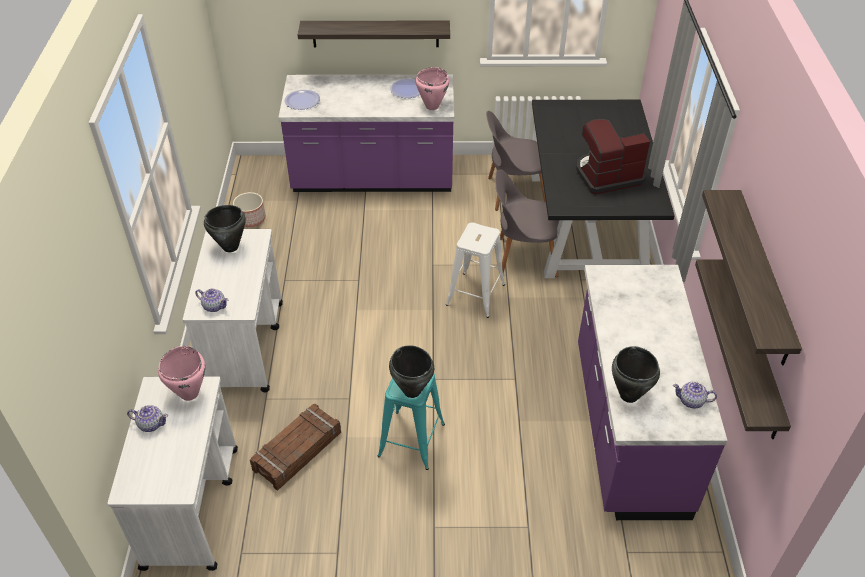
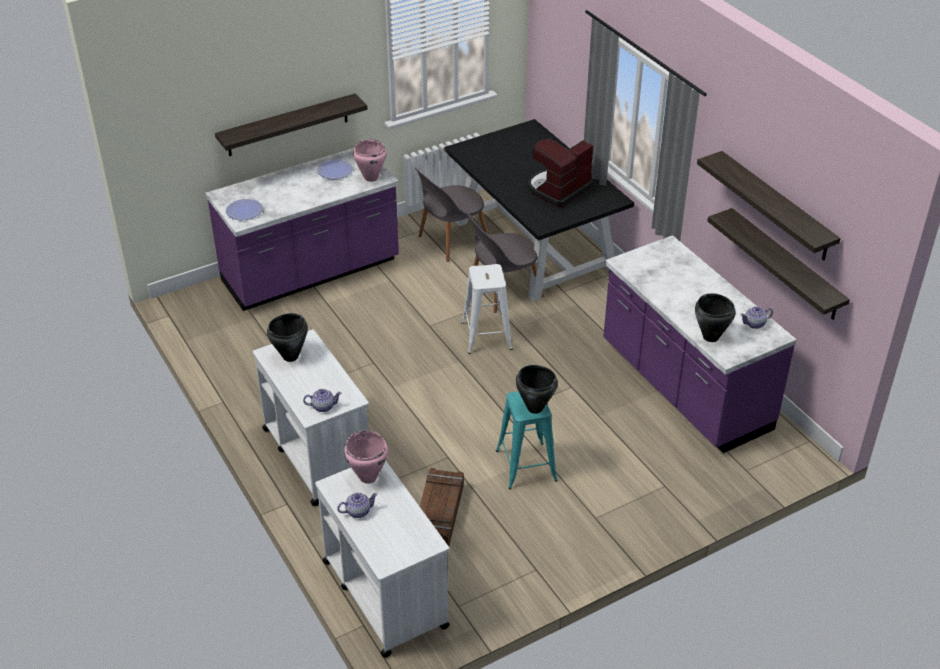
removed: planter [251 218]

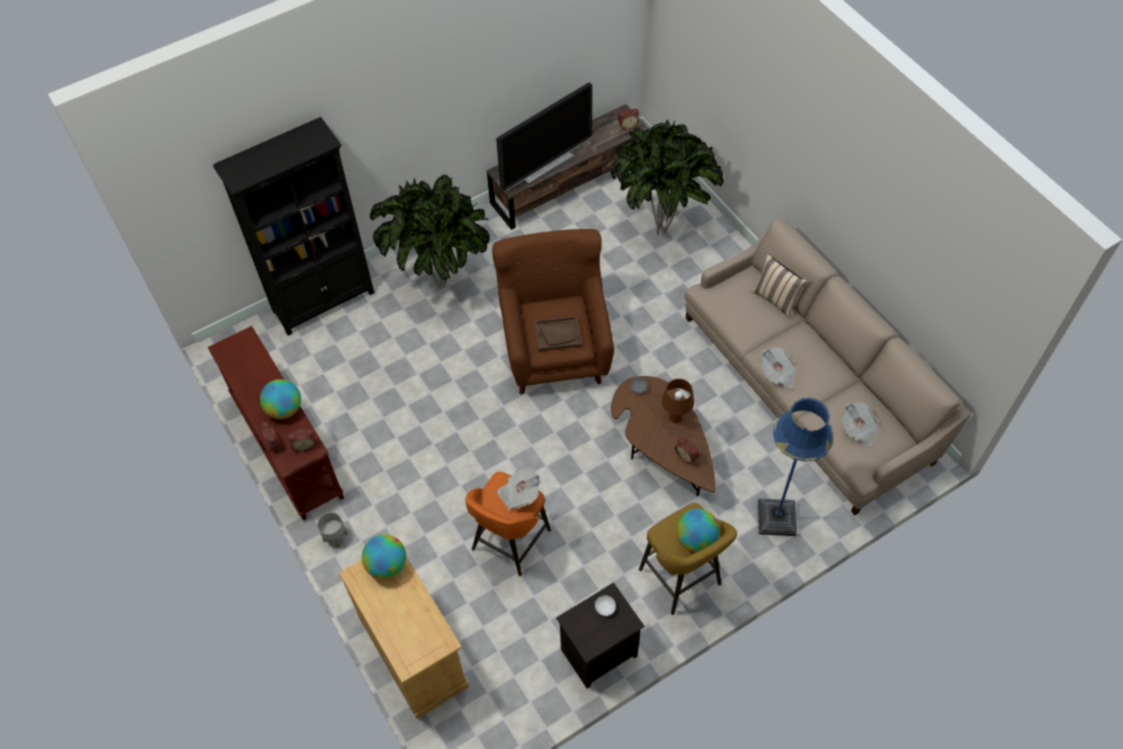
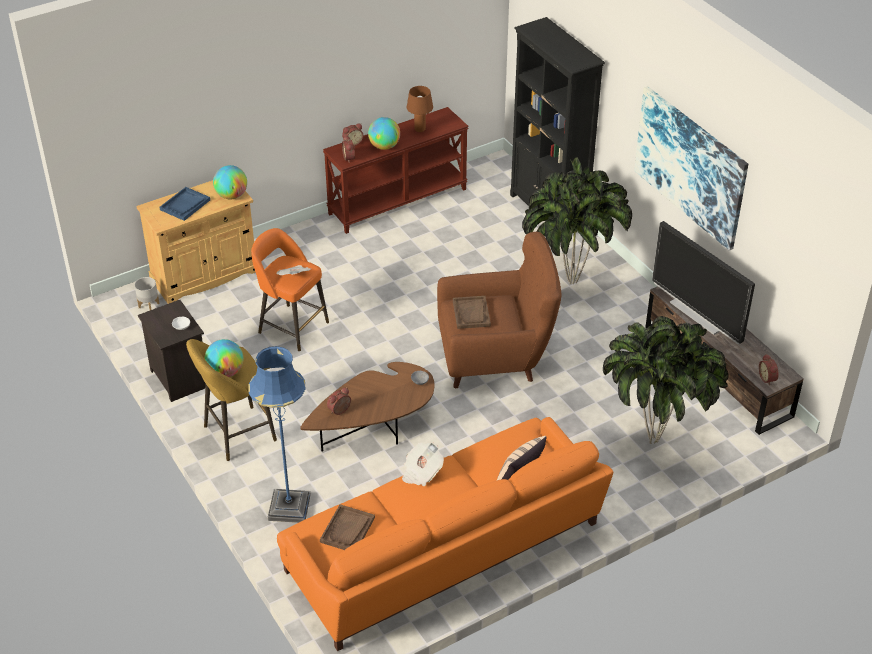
added: blue tray [185 205]; picture [690 166]
moved: grey planter [335 537] to [149 305]; brown table lamp [675 417] to [420 129]
replaced: newspaper [858 429] to brown tray [347 530]
recoloured: beige sofa [809 386] to orange sofa [445 550]

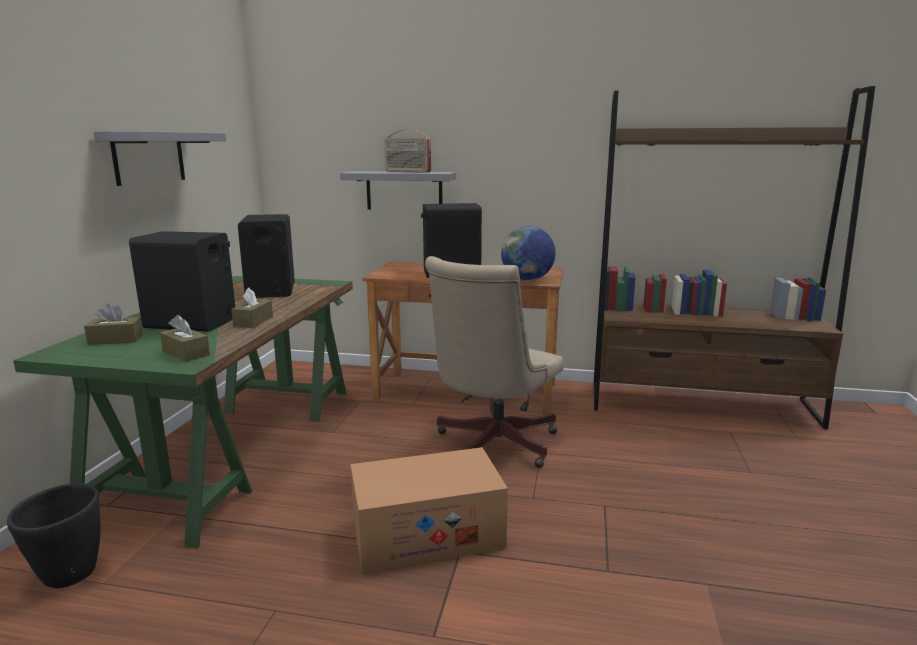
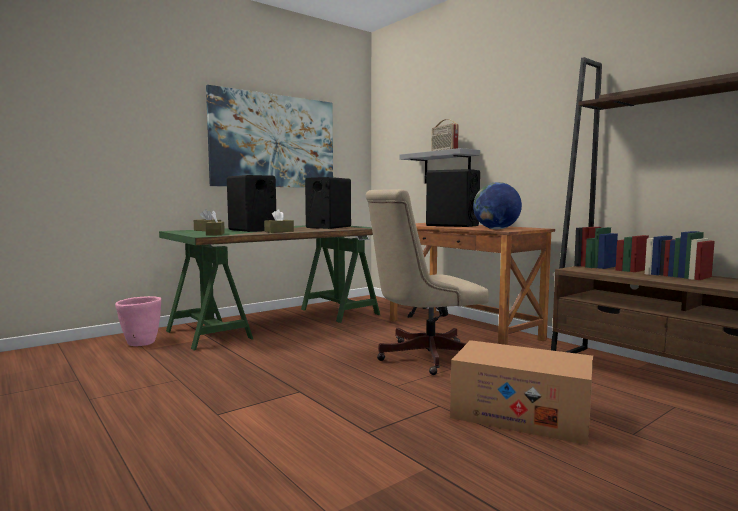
moved: cardboard box [427 534] to [520 415]
replaced: grey shelf [149 157] to picture [274 141]
recoloured: black planter [69 575] to pink planter [140 343]

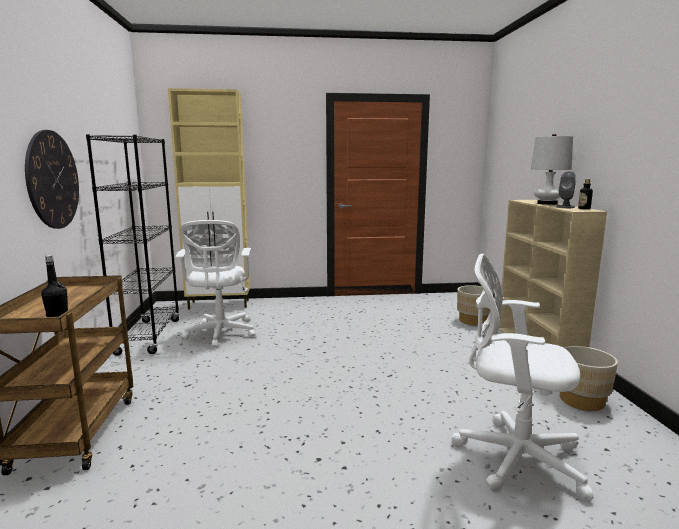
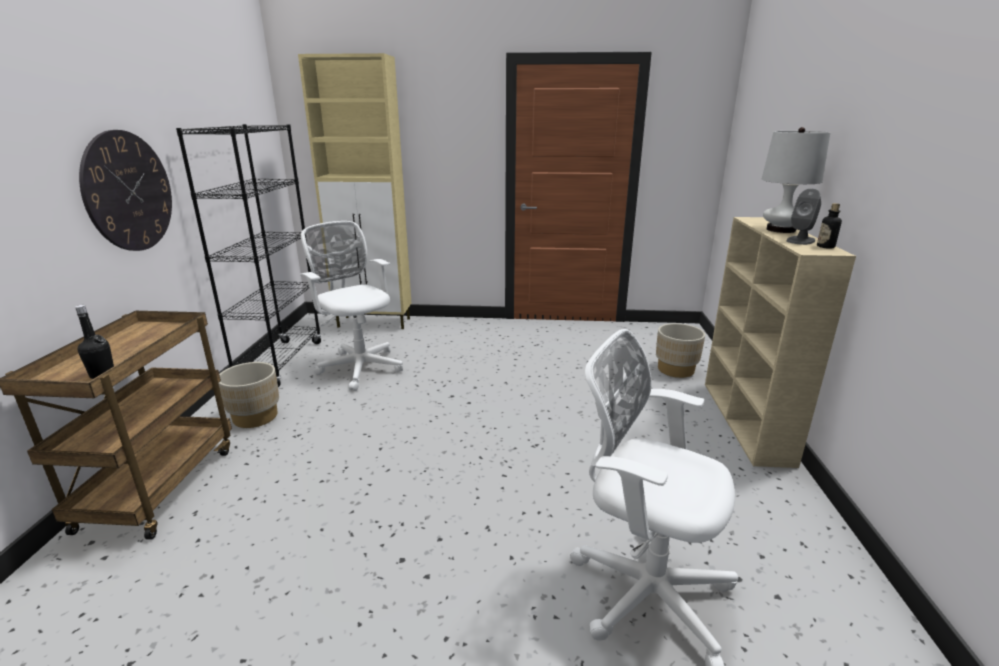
moved: beige planter [581 400] to [255 417]
turned: white office chair [220 334] = [359 366] 135 degrees clockwise

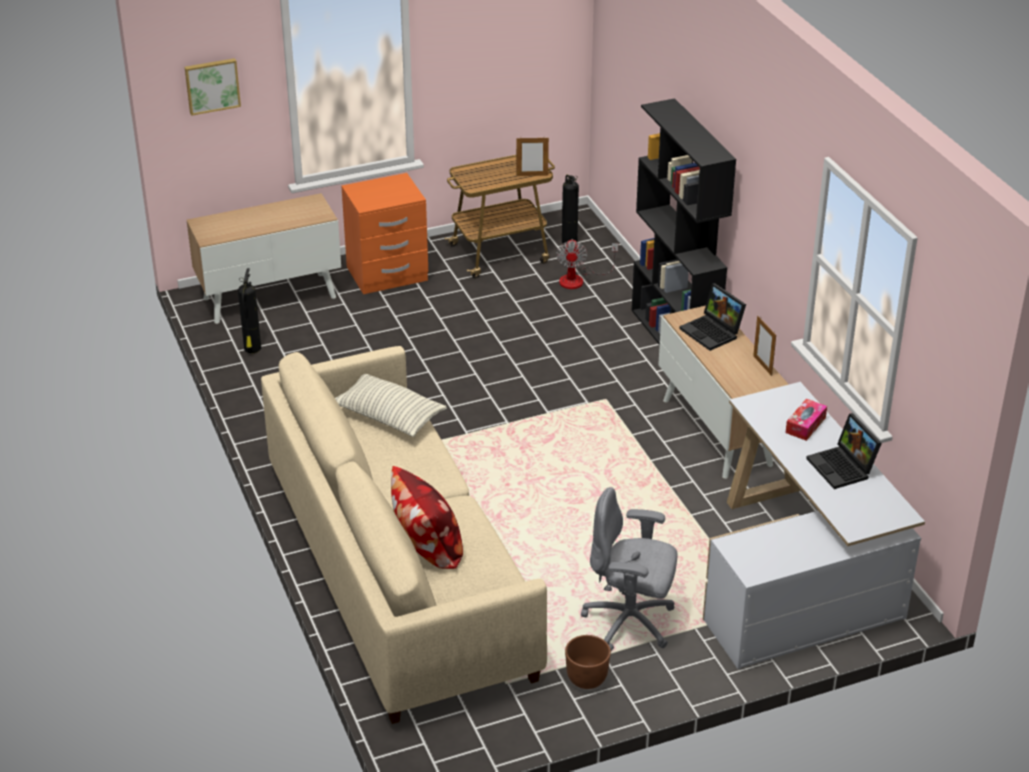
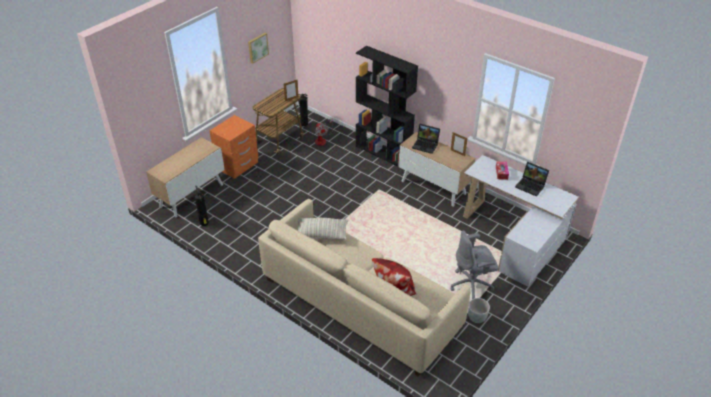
moved: picture [212 85] to [257 47]
recoloured: brown planter [587 679] to grey planter [477 317]

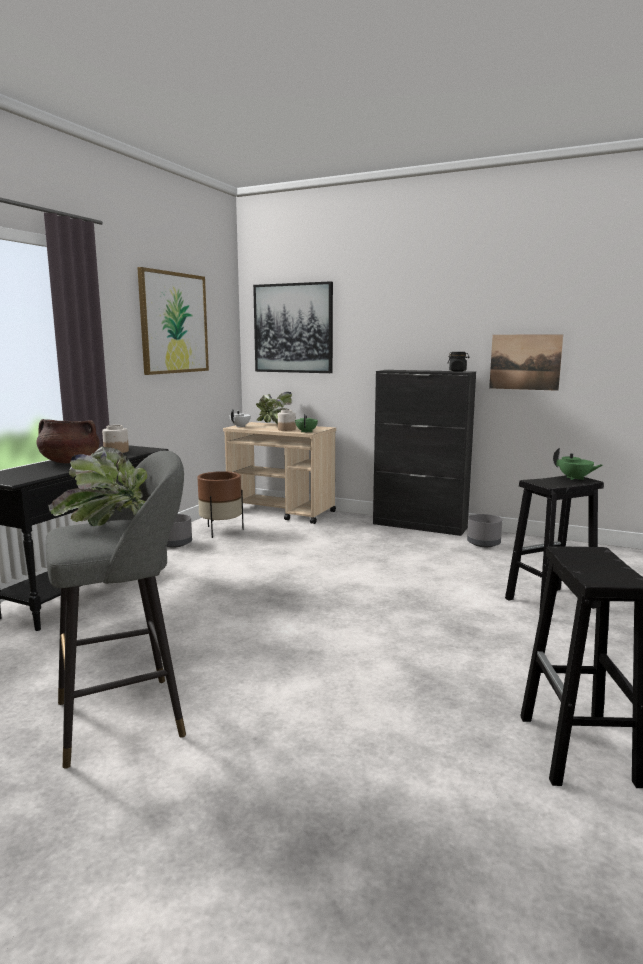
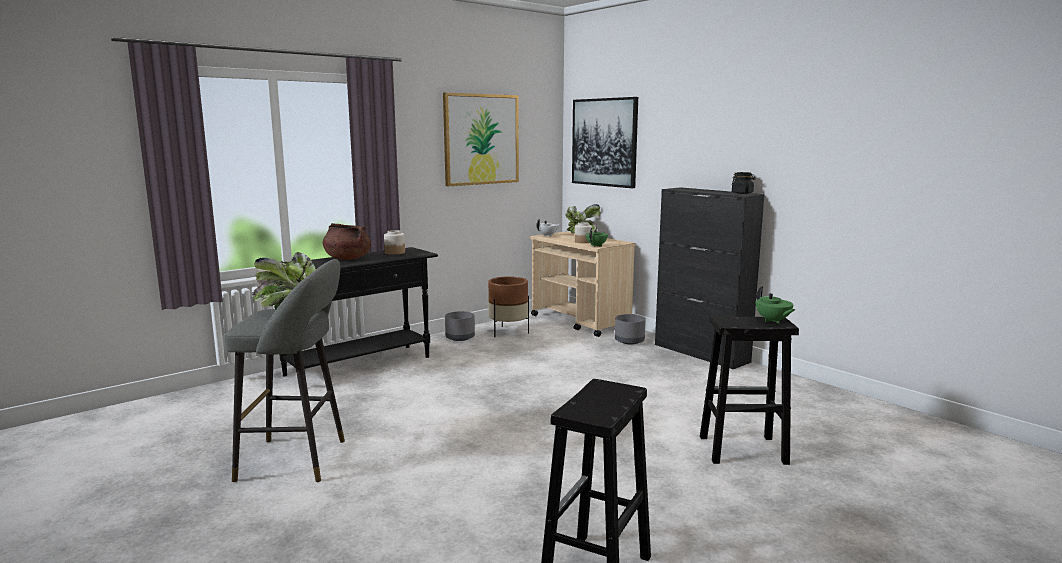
removed: picture [525 362]
moved: grey planter [484 544] to [630 341]

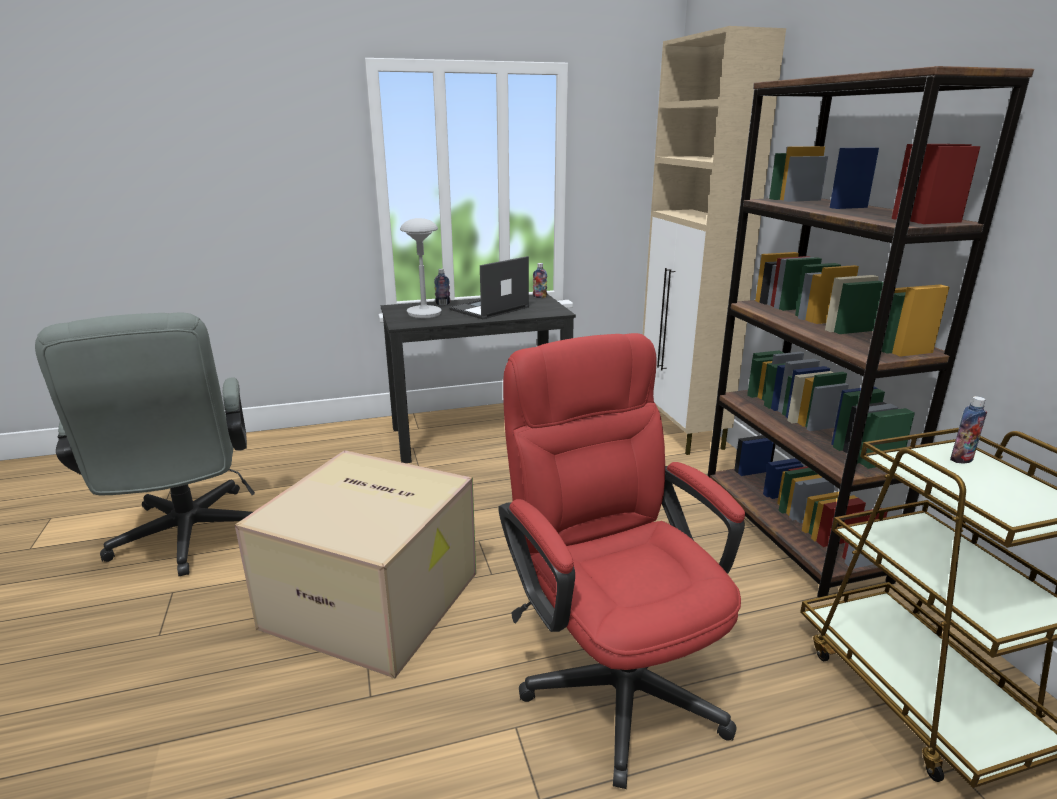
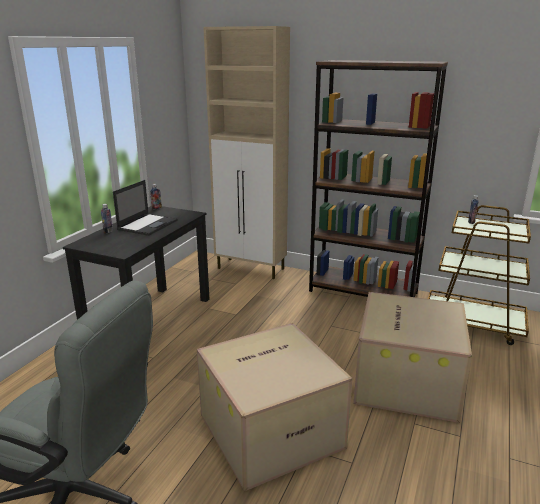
removed: grey table lamp [424 313]
replaced: red office chair [612 672] to cardboard box [405 380]
turned: laptop [489 308] = [148 225] 150 degrees counterclockwise

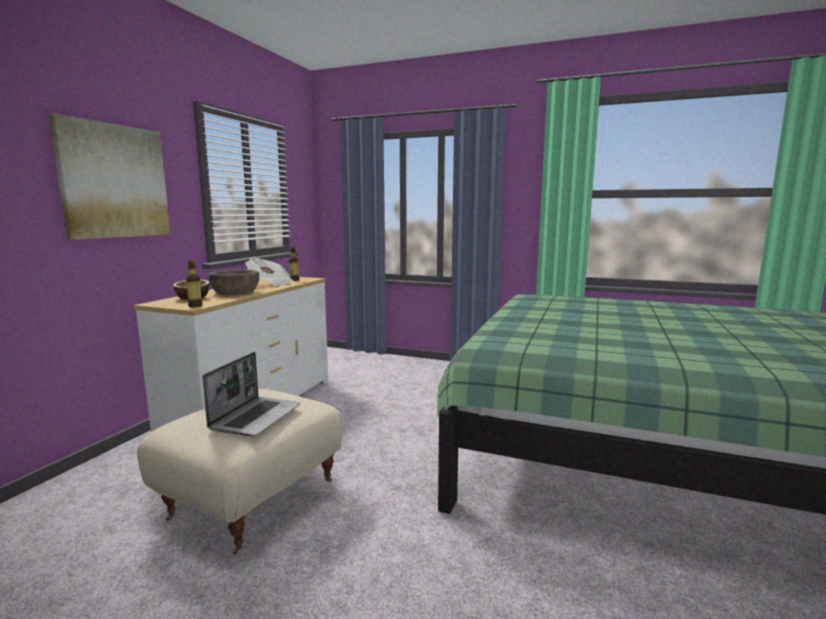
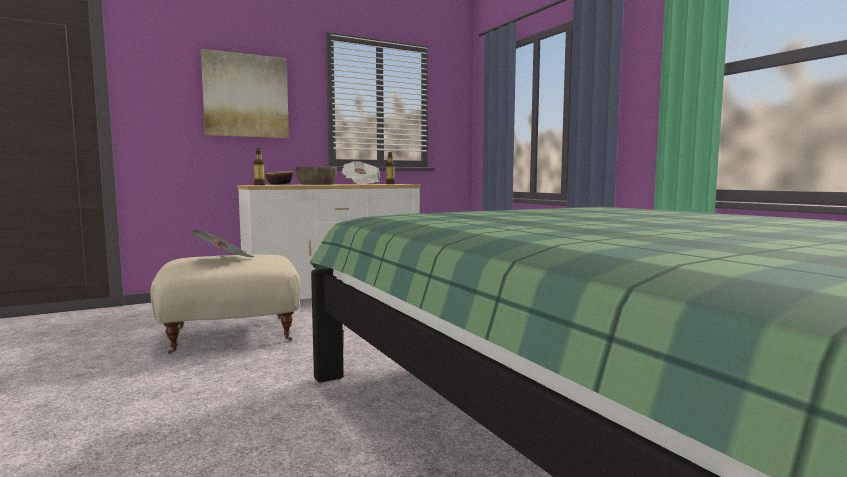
replaced: laptop [256 417] to newspaper [223 260]

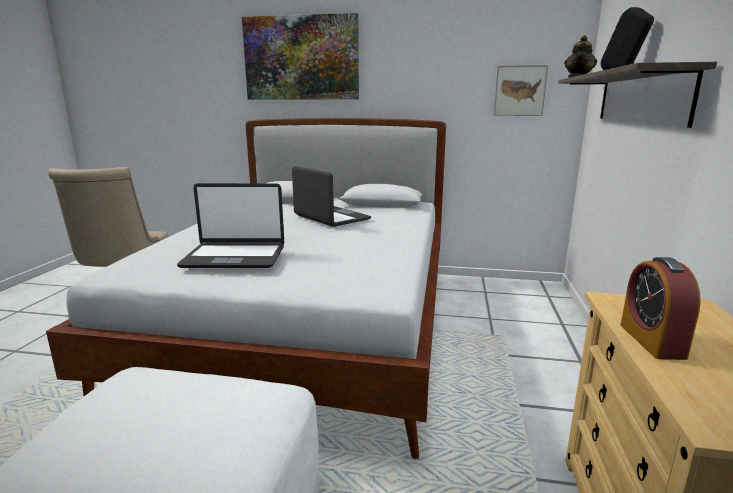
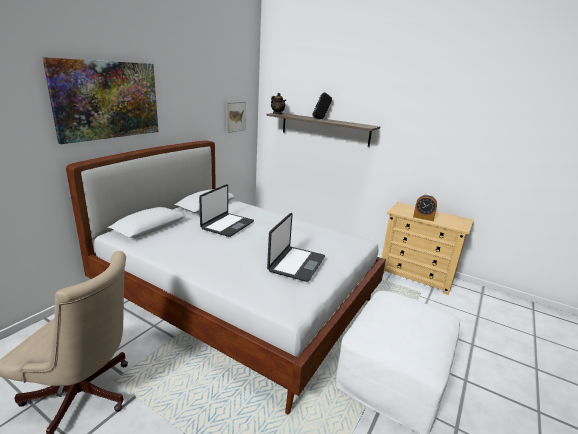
turned: laptop [331 217] = [227 225] 135 degrees clockwise

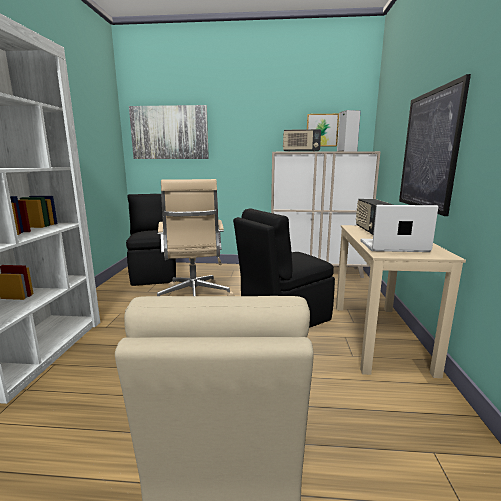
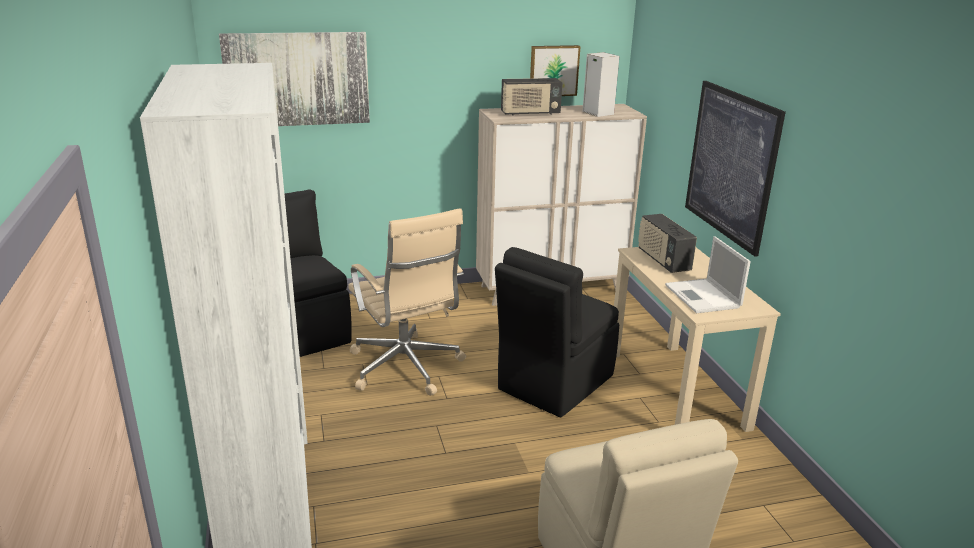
turned: laptop [392 246] = [703 297] 90 degrees counterclockwise

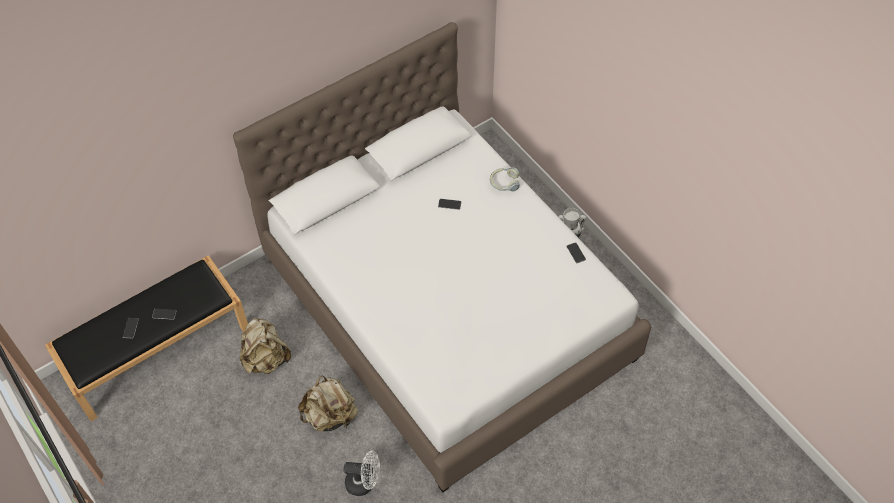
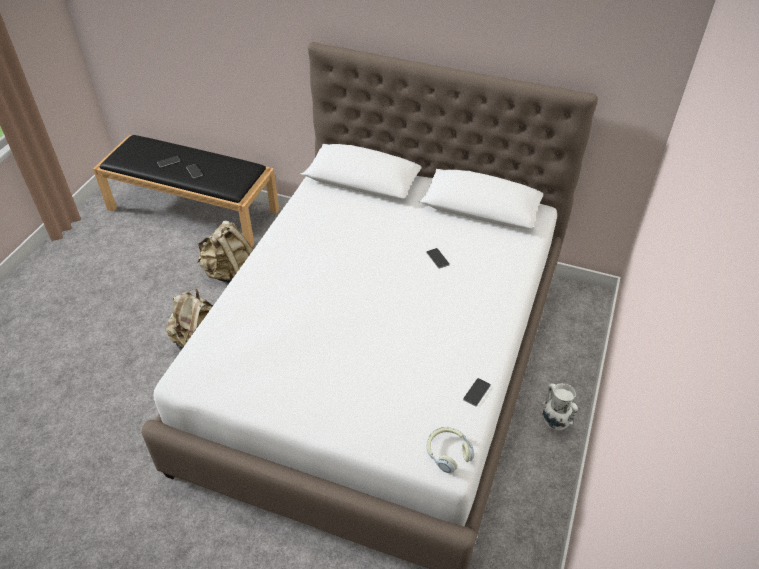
removed: white fan [364 483]
moved: headphones [504 183] to [448 452]

